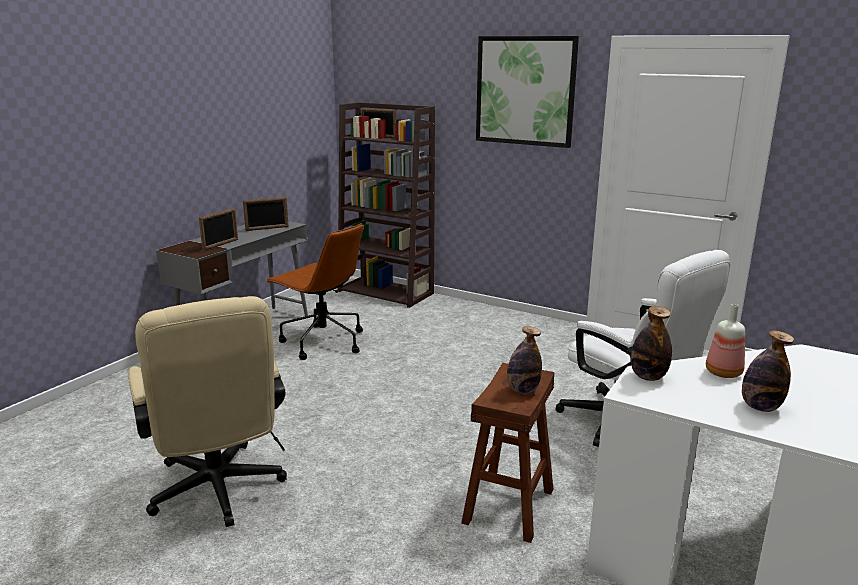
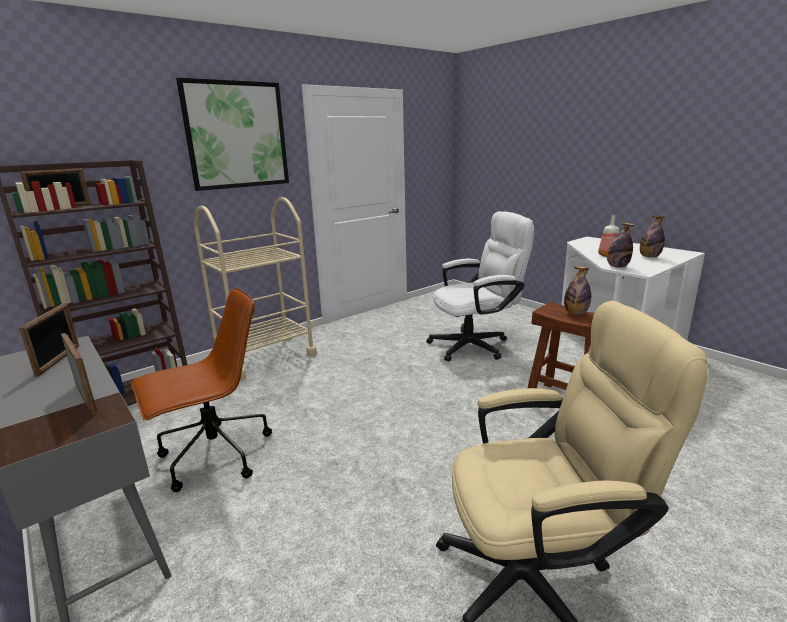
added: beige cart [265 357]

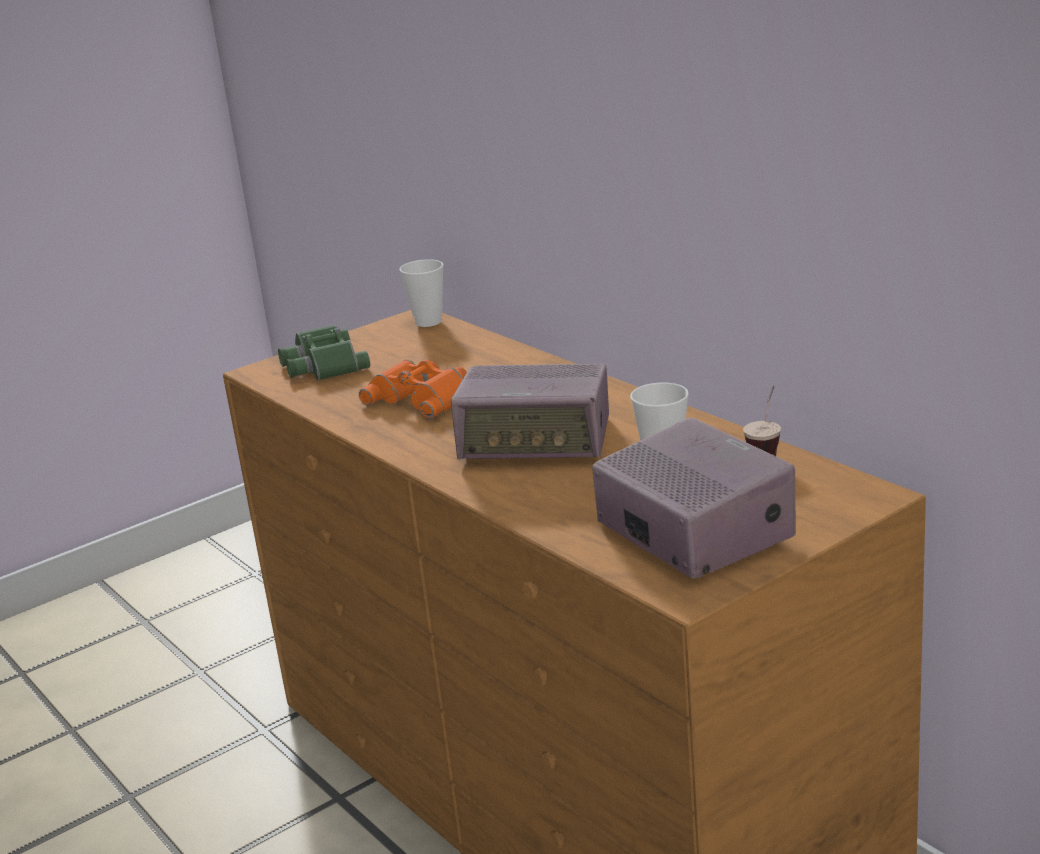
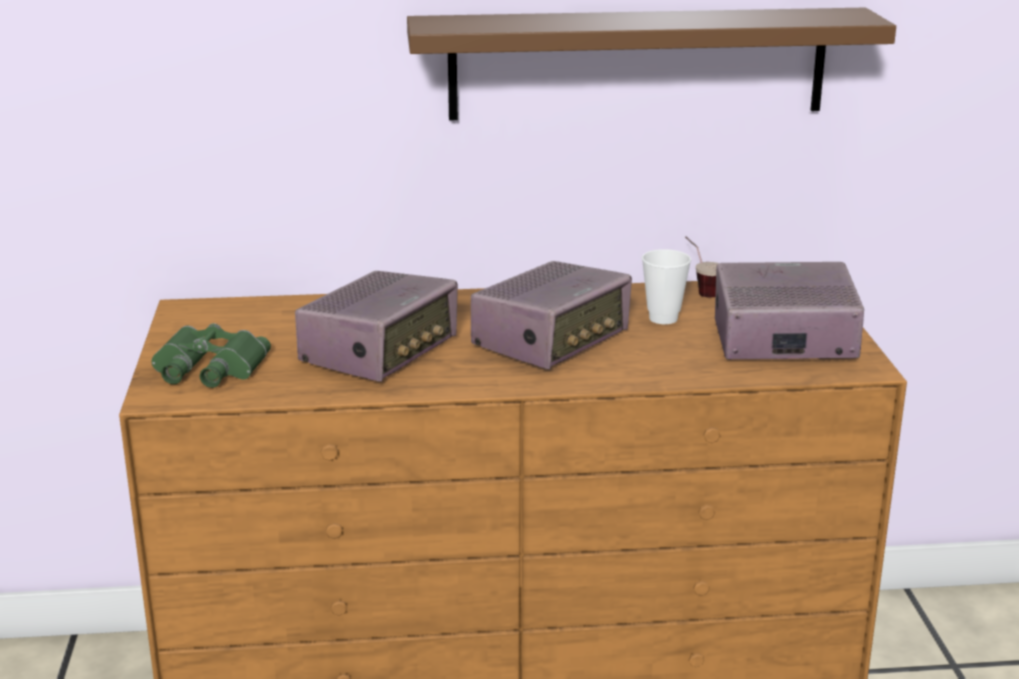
removed: cup [428 322]
added: brown shelf [637 63]
replaced: orange binoculars [423 397] to radio [380 352]

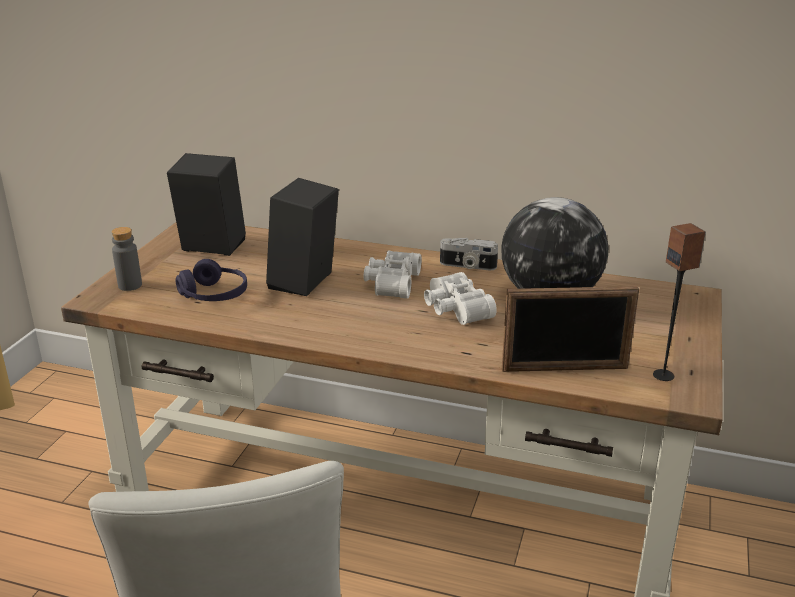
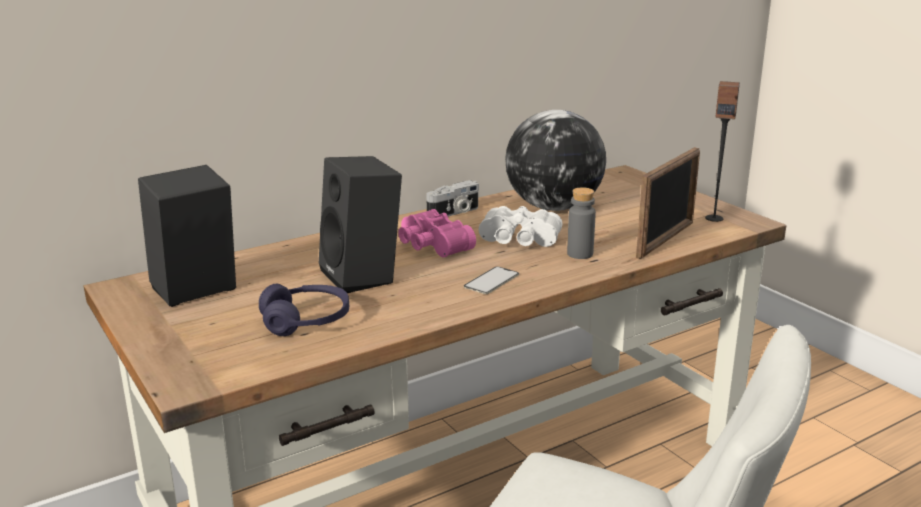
added: phone [491 281]
moved: grey bottle [130 285] to [580 254]
recoloured: white binoculars [391 283] to pink binoculars [431 246]

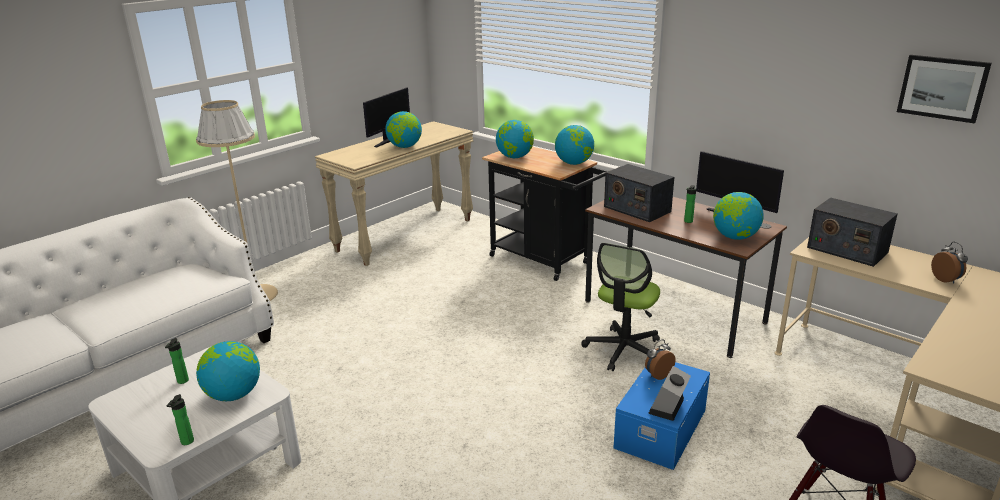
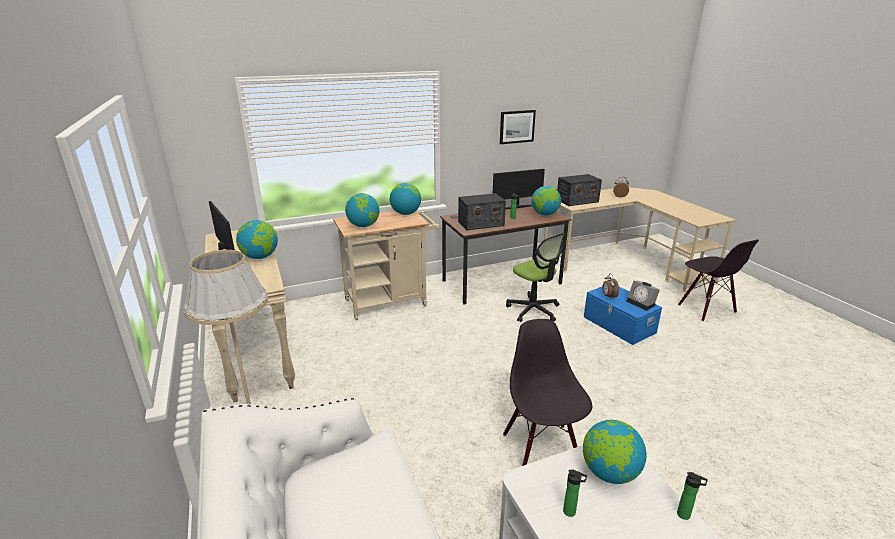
added: black chair [542 447]
moved: picture [942 88] to [516 126]
recoloured: black cart [544 261] to beige cart [391 301]

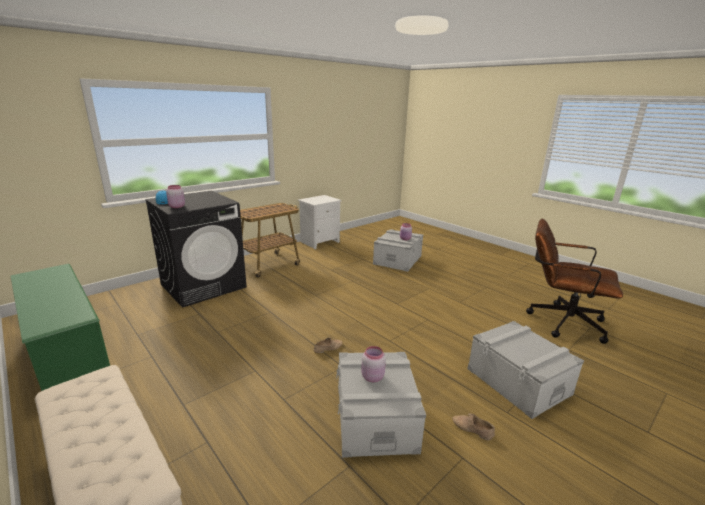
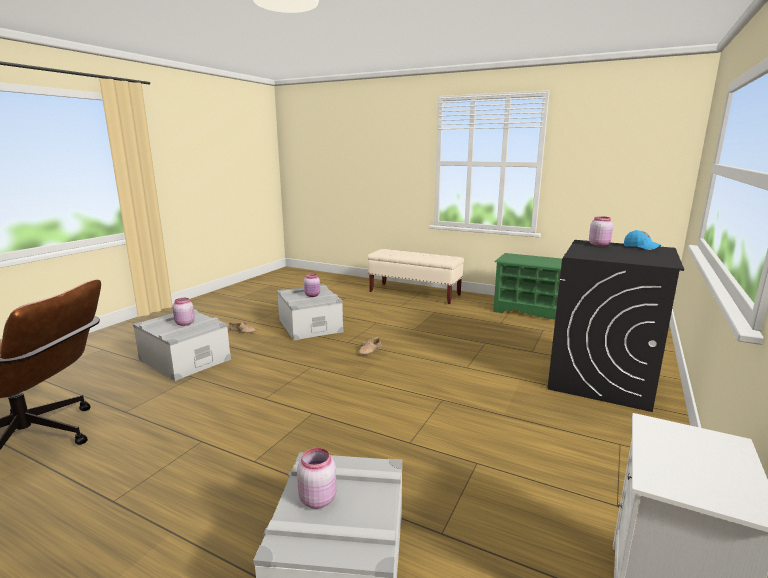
removed: cart [269 264]
added: pink jar [184 323]

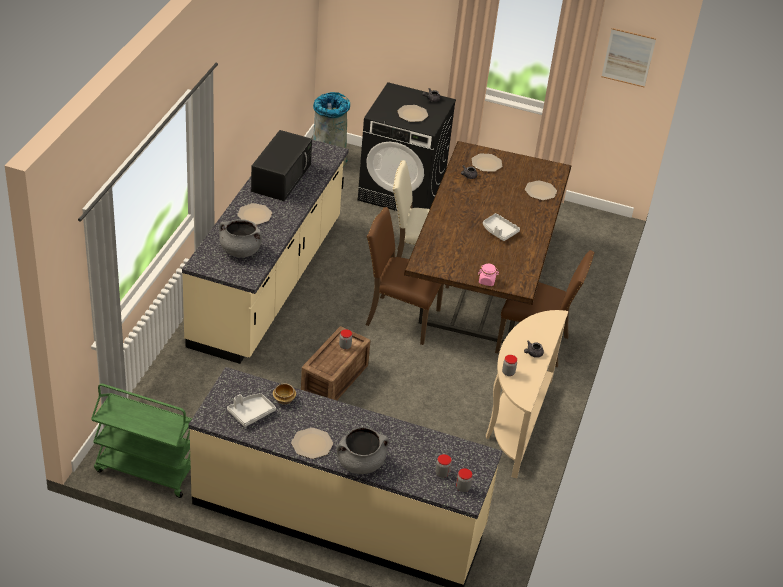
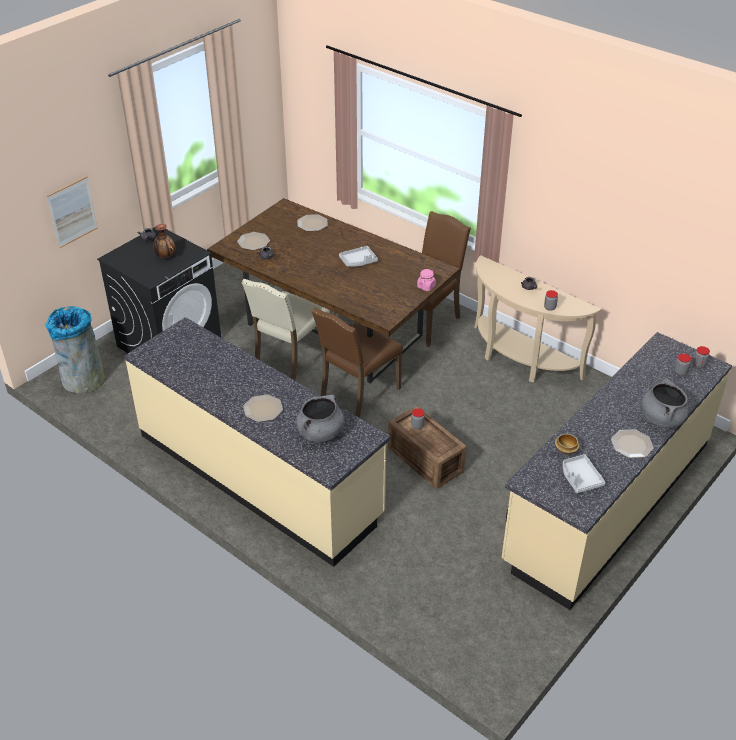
removed: green cart [145 471]; black microwave [281 177]
moved: picture [628 57] to [72 212]
replaced: plate [412 114] to vase [165 256]

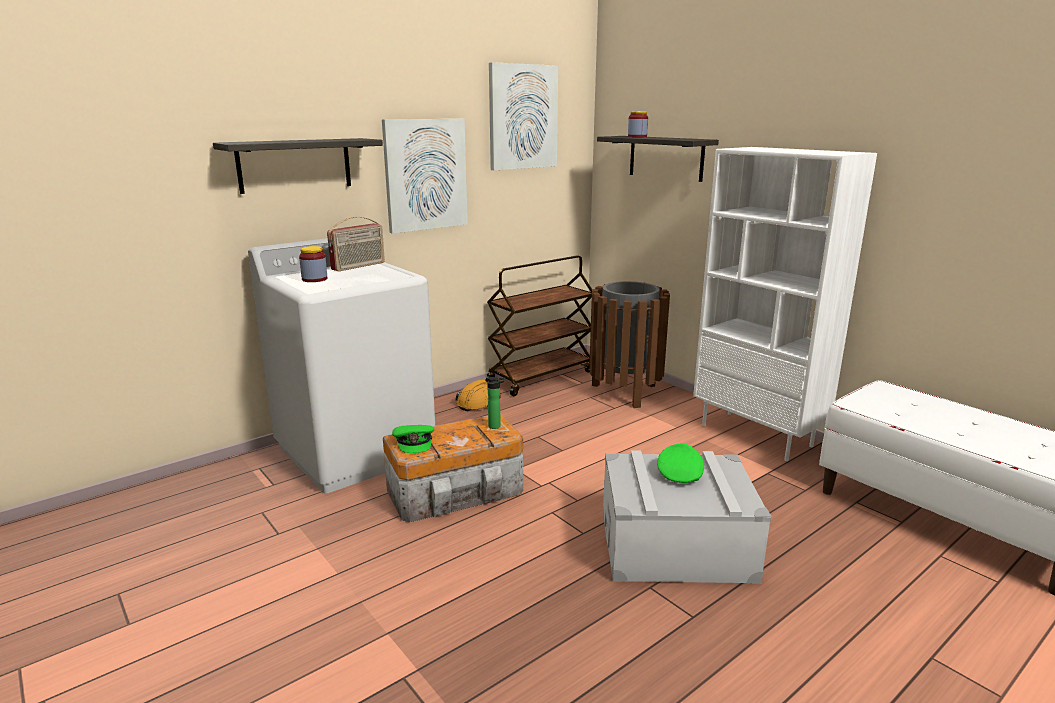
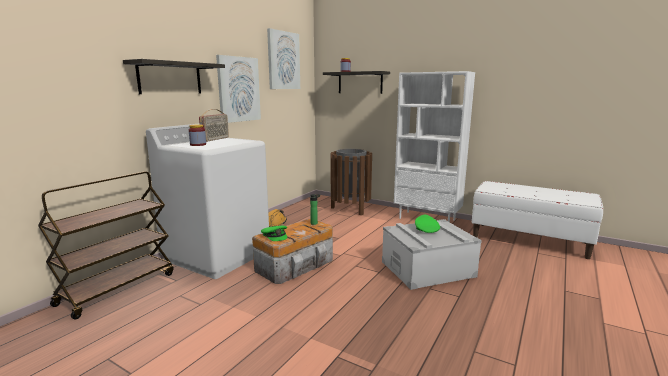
moved: brown cart [541 376] to [118 288]

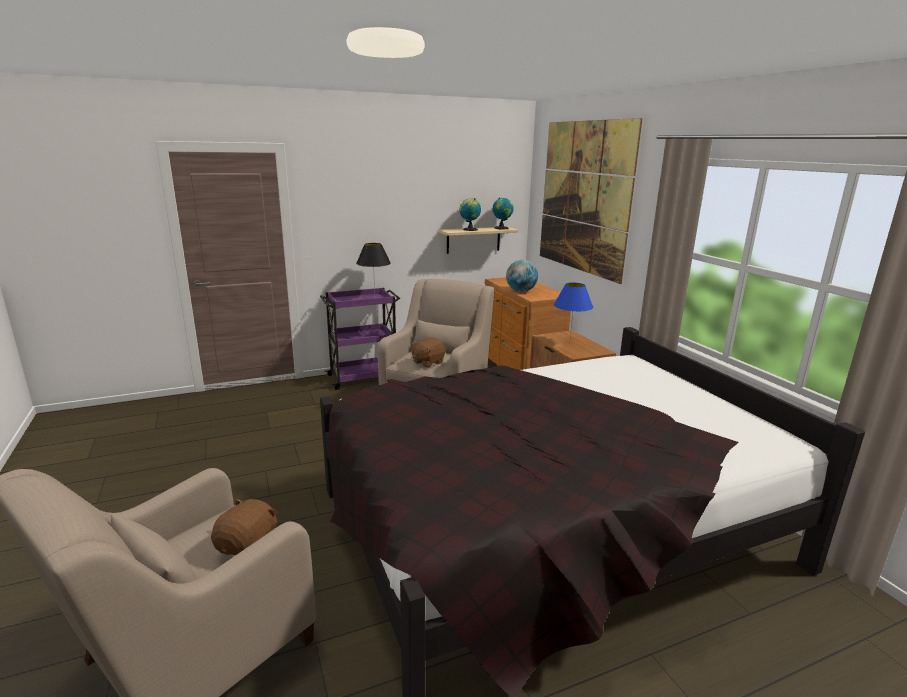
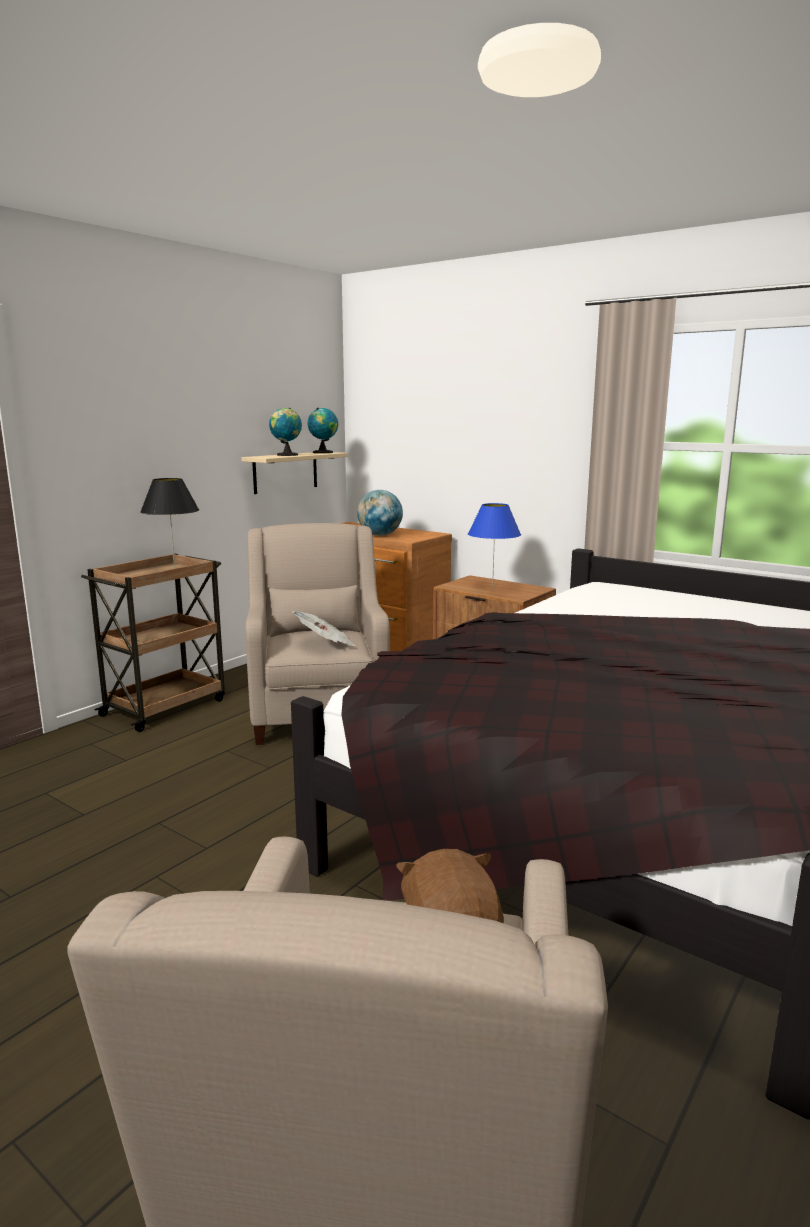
removed: picture [583 197]
replaced: brown plush toy [427 362] to newspaper [325 644]
recoloured: purple cart [363 378] to brown cart [166 707]

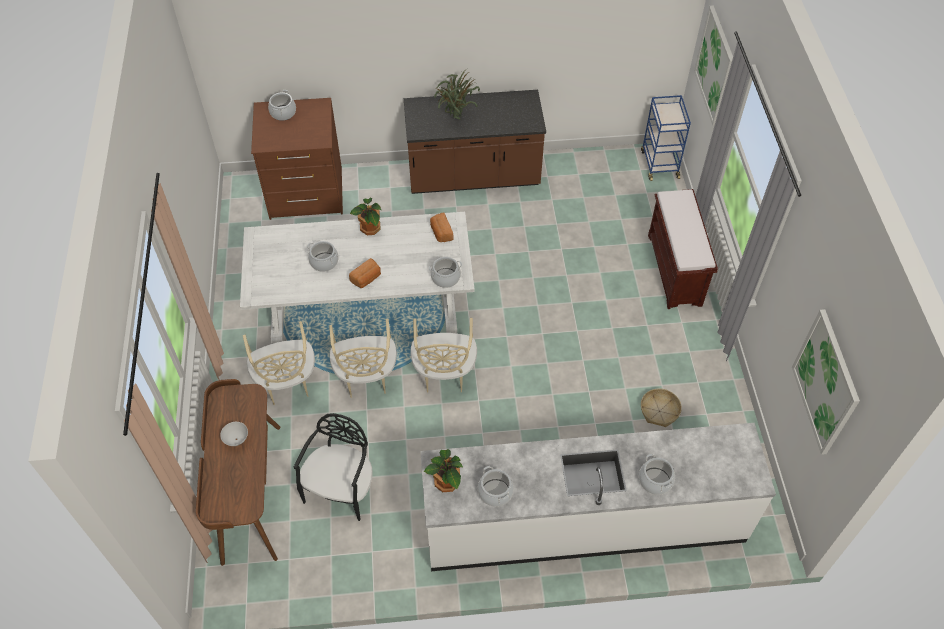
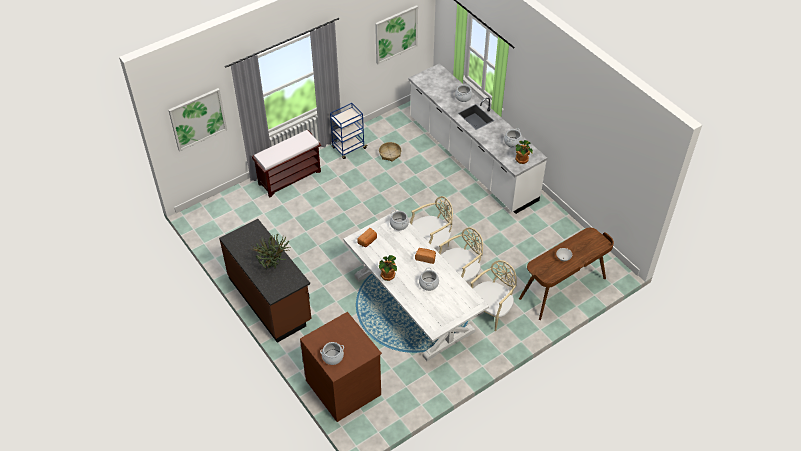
removed: black chair [341 489]
moved: blue cart [659 164] to [348 148]

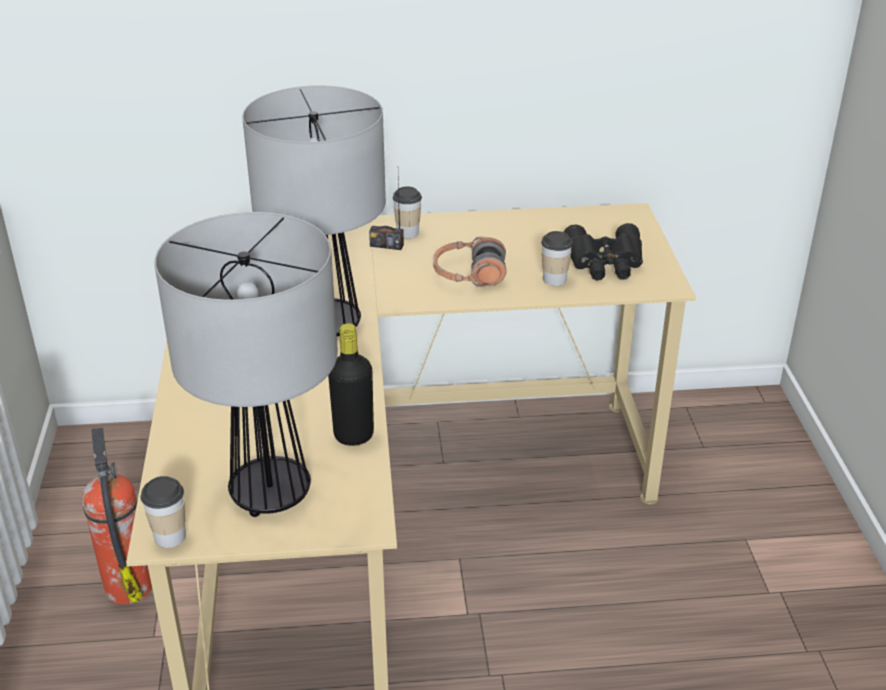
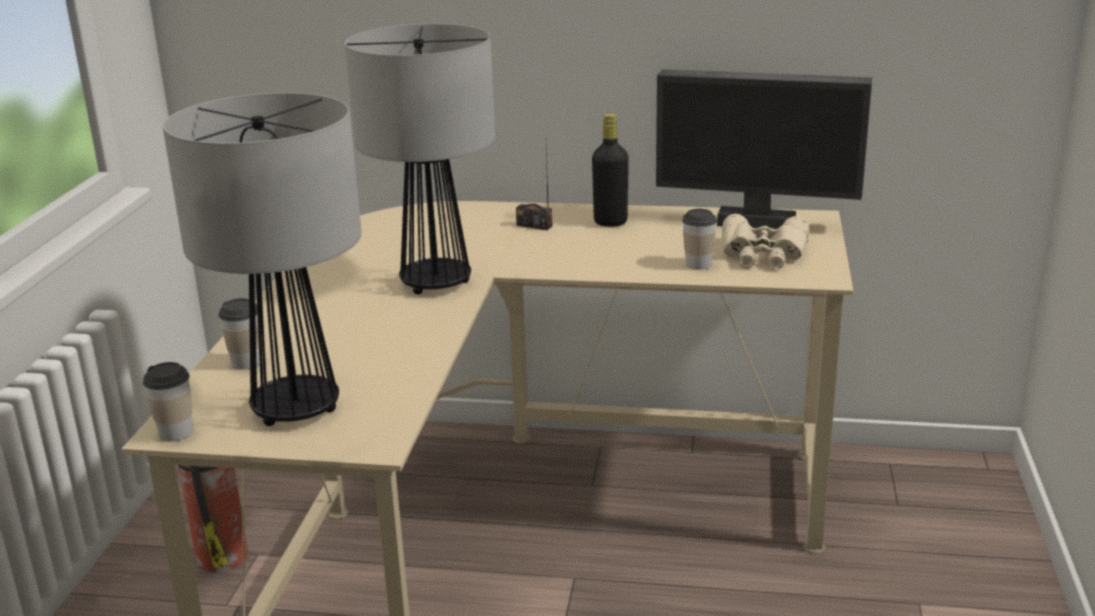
removed: headphones [469 275]
added: monitor [756 223]
moved: cup [407 232] to [246 362]; black bottle [353 435] to [610 222]
recoloured: black binoculars [605 262] to beige binoculars [763 254]

